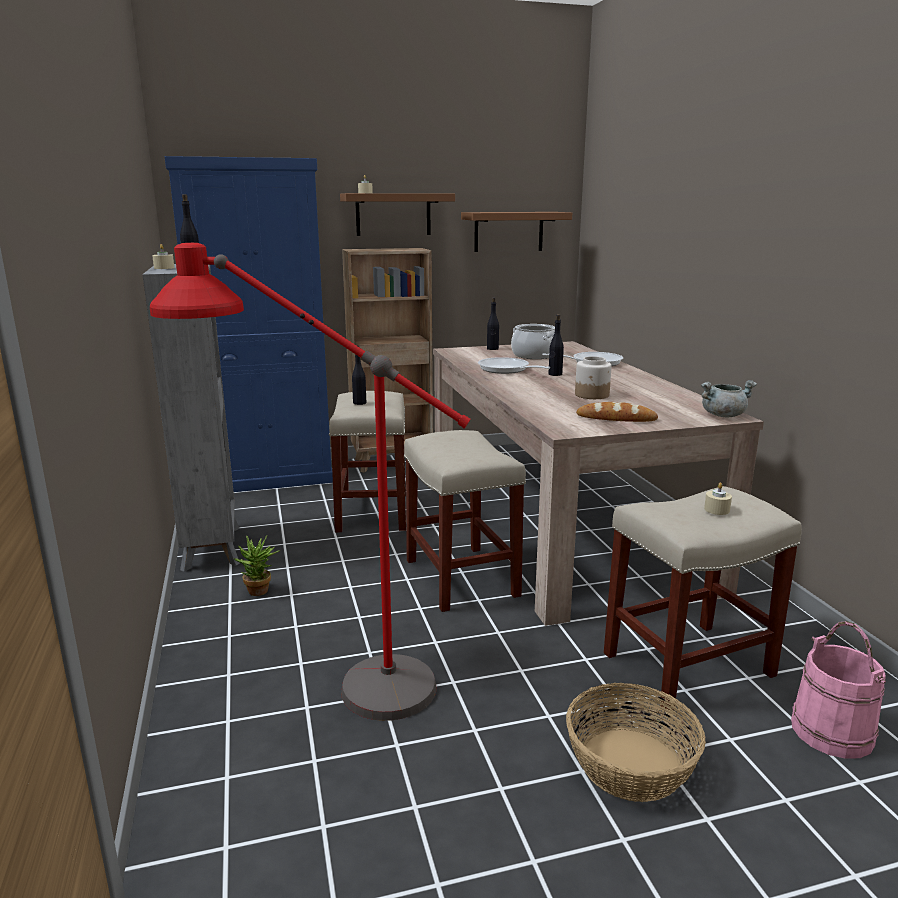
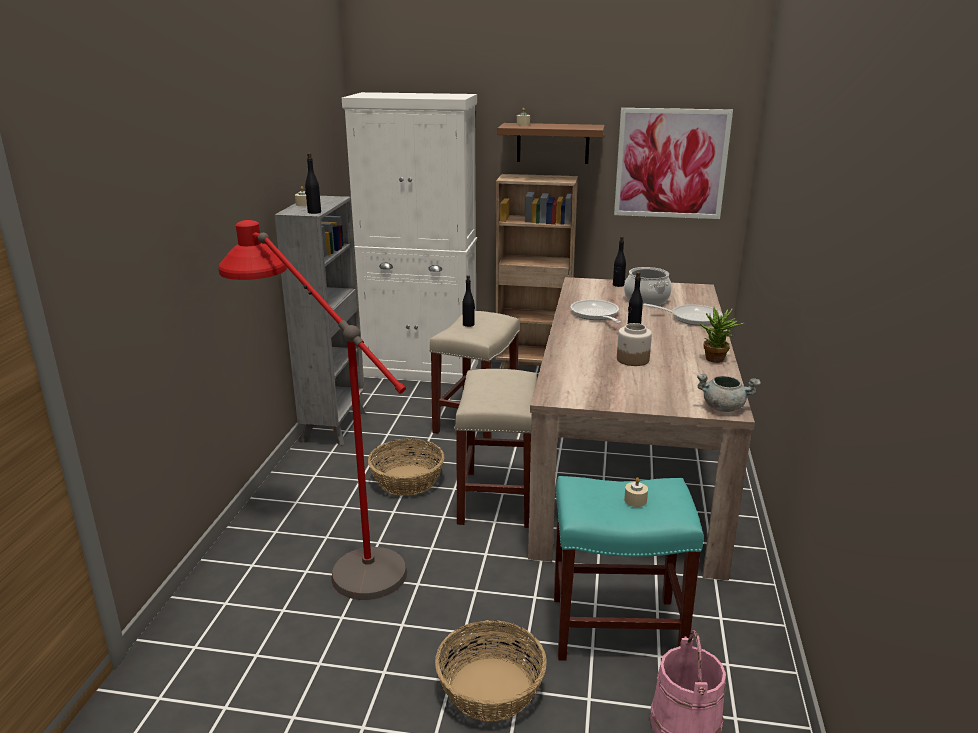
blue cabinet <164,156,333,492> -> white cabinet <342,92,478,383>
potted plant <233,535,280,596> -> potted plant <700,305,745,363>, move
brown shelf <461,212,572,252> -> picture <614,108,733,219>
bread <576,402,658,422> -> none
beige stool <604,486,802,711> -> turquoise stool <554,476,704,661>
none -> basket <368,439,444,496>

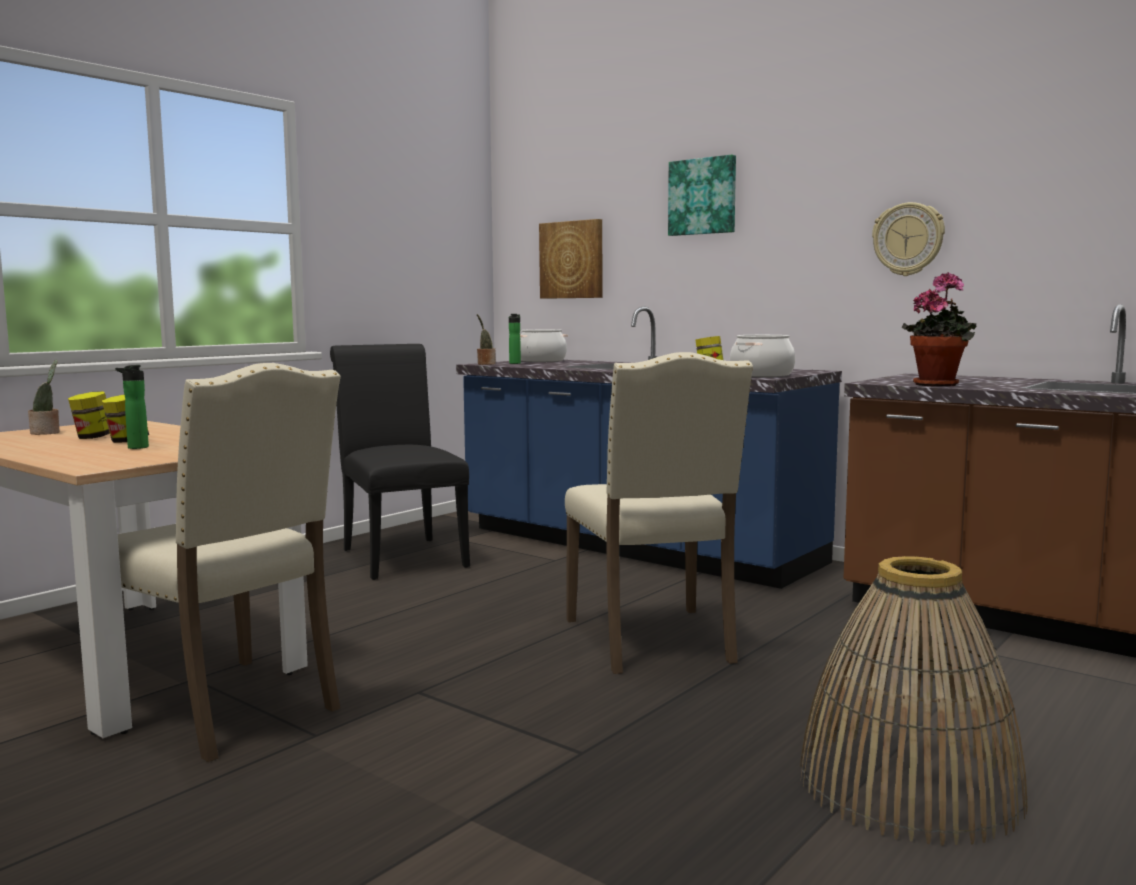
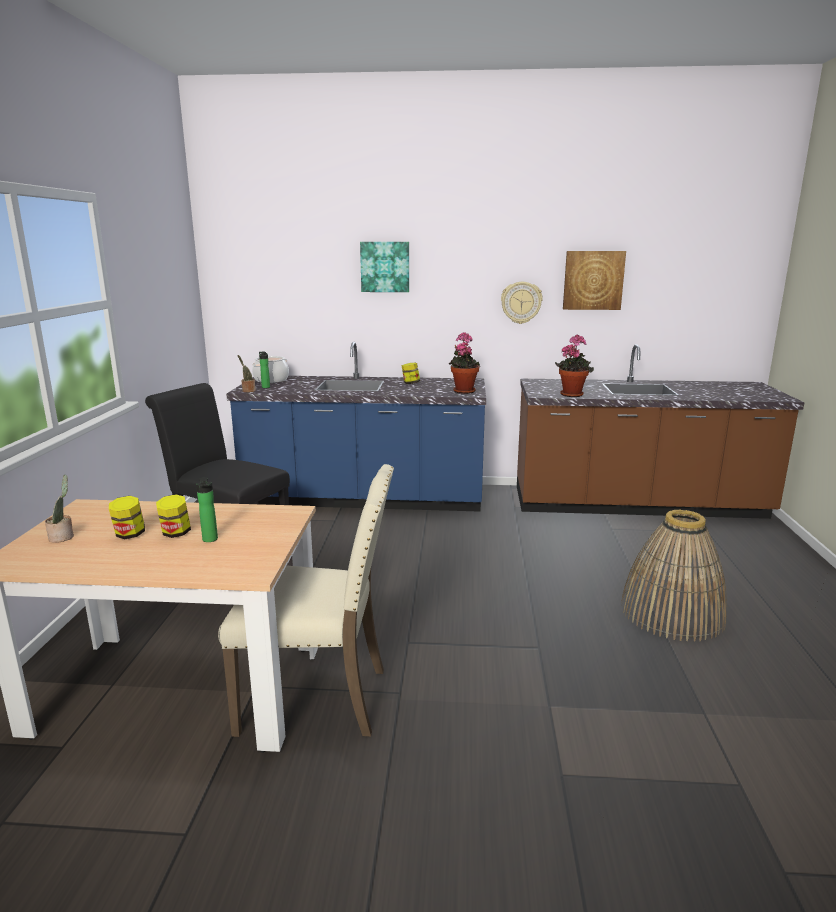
picture <539,219,603,299> -> picture <563,251,626,310>, move
beige chair <565,352,753,674> -> none
cooking pot <730,335,795,377> -> potted plant <449,332,480,394>

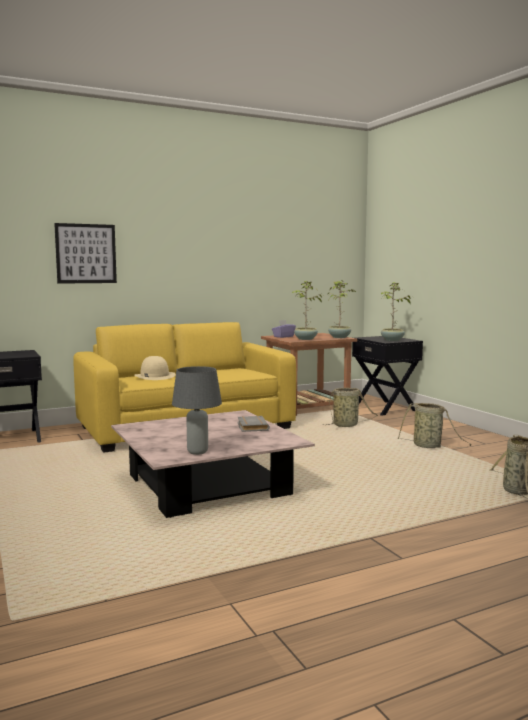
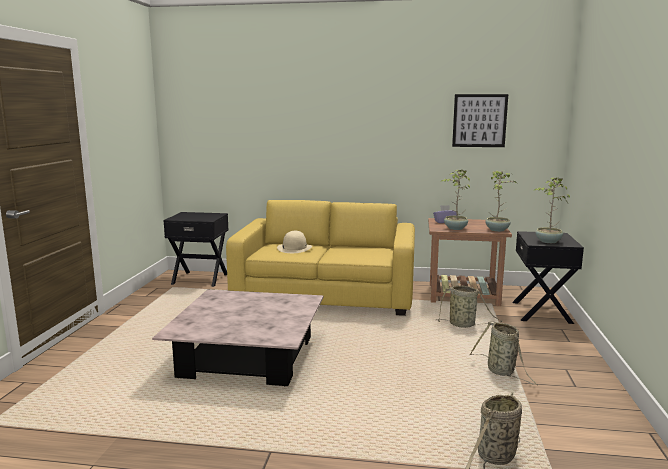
picture <54,223,117,284> -> picture <452,94,508,147>, move
grey table lamp <172,366,222,455> -> none
grey book <238,416,270,432> -> none

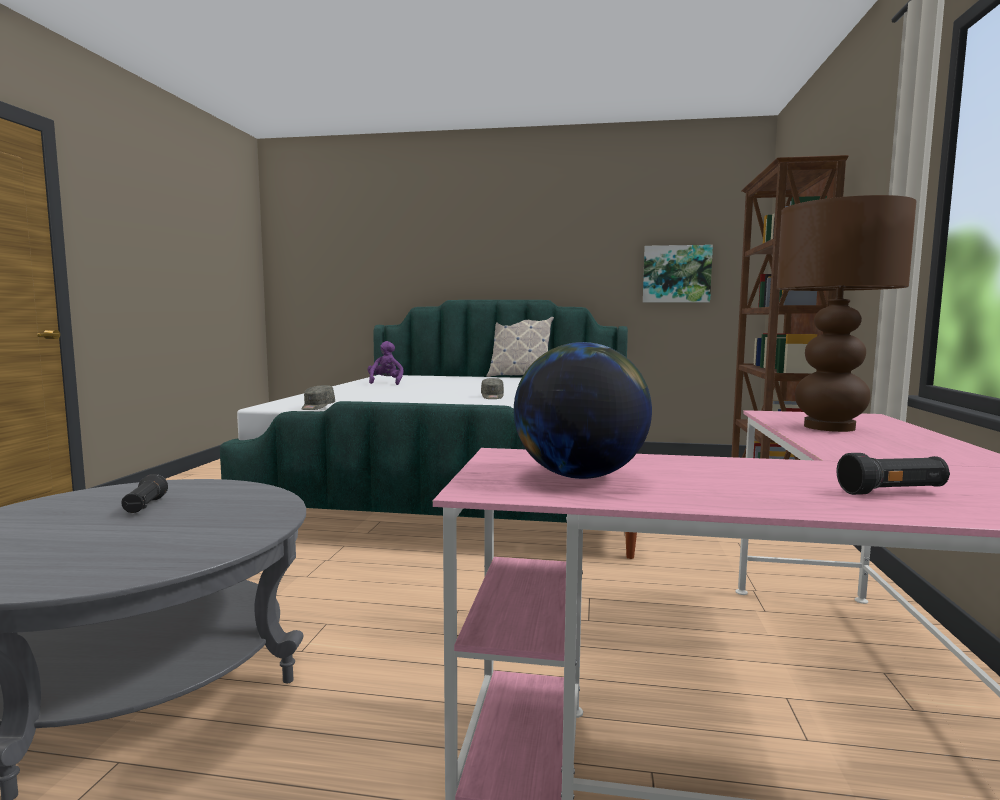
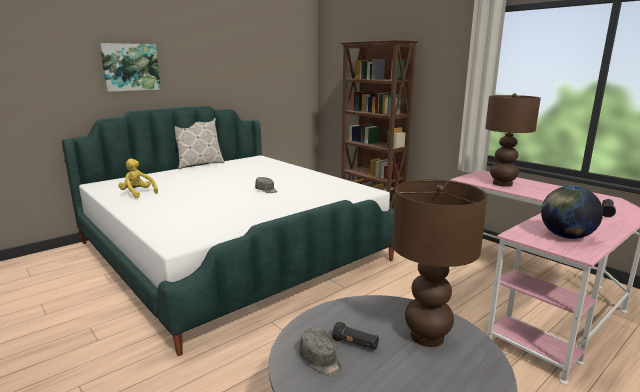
grey cap <301,385,335,410> -> grey cap <299,328,341,376>, move
purple plush toy <367,341,403,385> -> yellow plush toy <118,159,158,198>
picture <643,245,713,302> -> picture <100,43,161,92>, move
none -> brown table lamp <392,180,488,347>

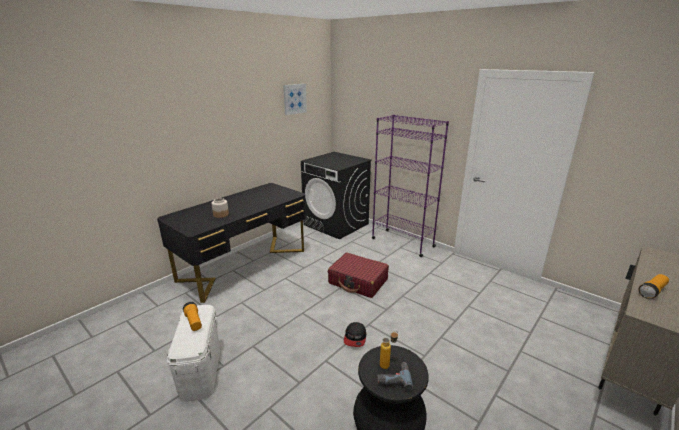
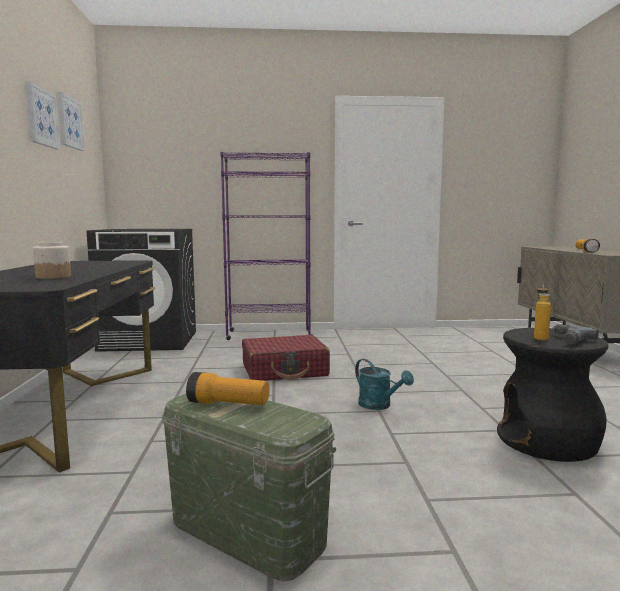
white storage box <167,305,220,402> -> green storage box <162,394,336,581>
cap <344,322,366,347> -> turquoise watering can <355,359,414,410>
none -> picture <26,81,60,150>

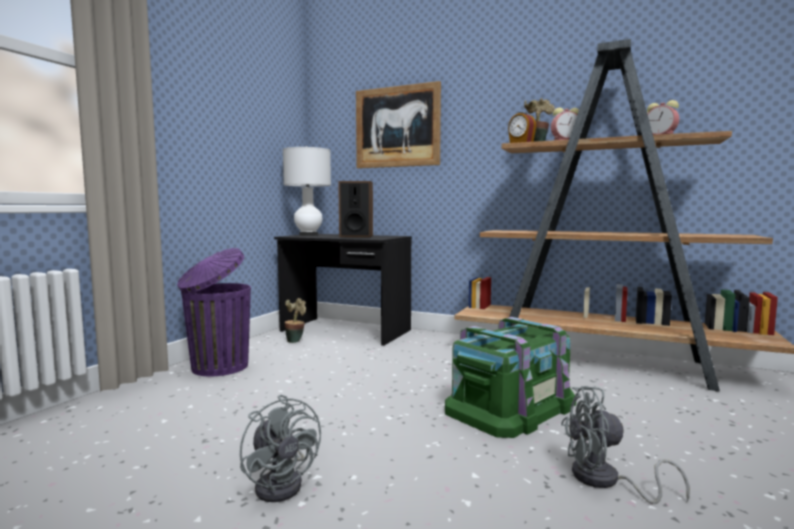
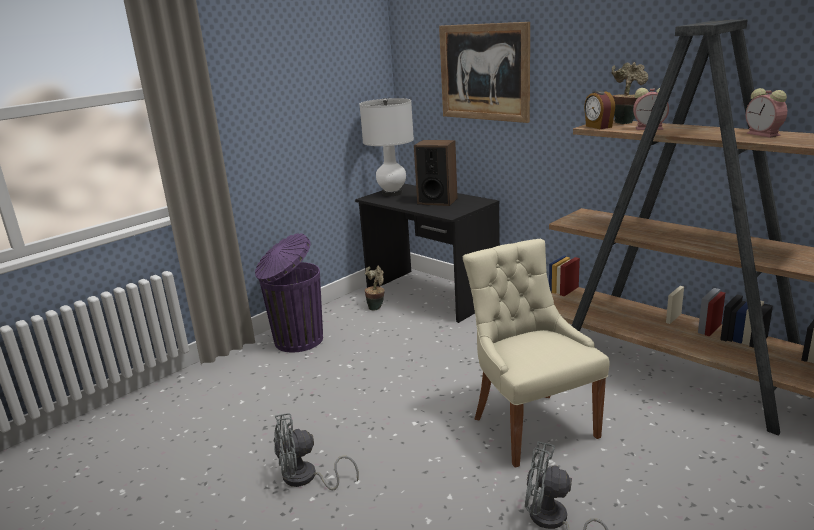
grey fan <240,395,321,502> -> grey fan <274,413,359,490>, 90 degrees clockwise
green storage box <445,317,576,438> -> beige chair <463,239,610,468>

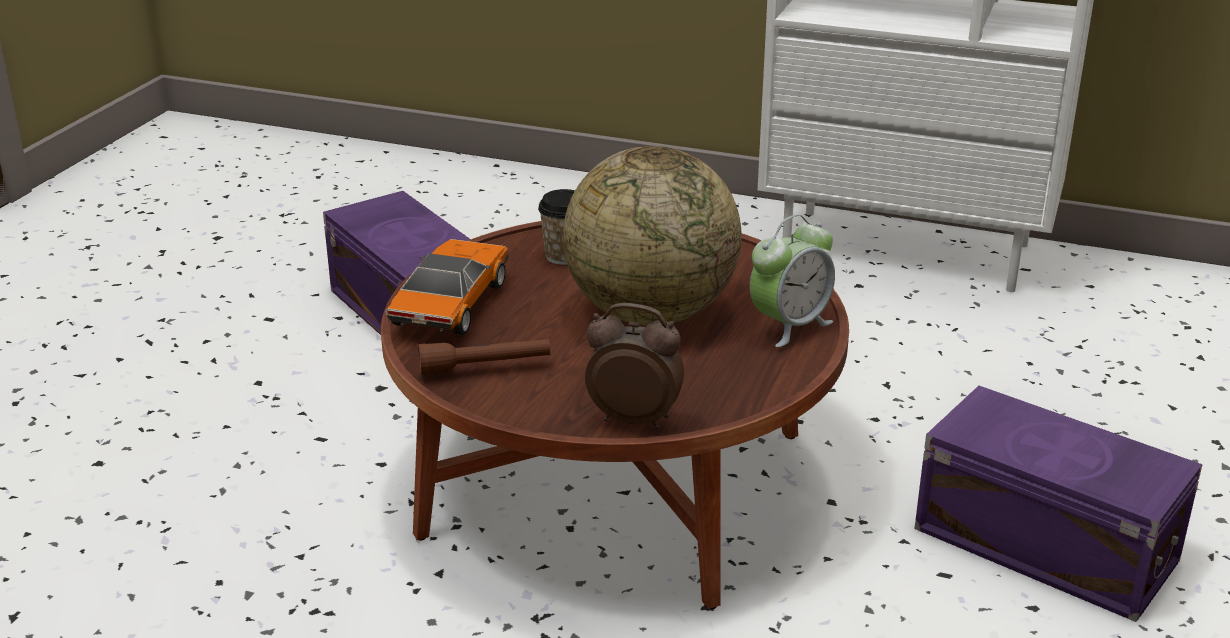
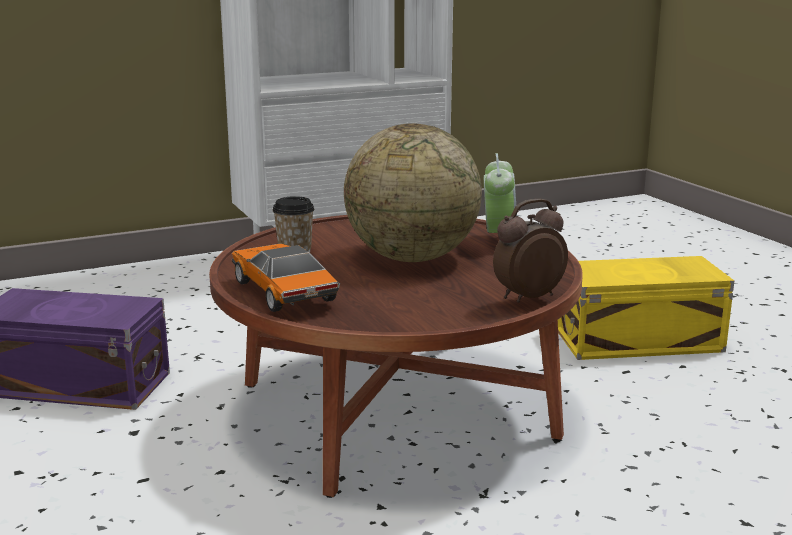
brown flashlight <418,339,550,375> -> none
purple storage box <914,386,1203,622> -> yellow storage box <558,256,734,360>

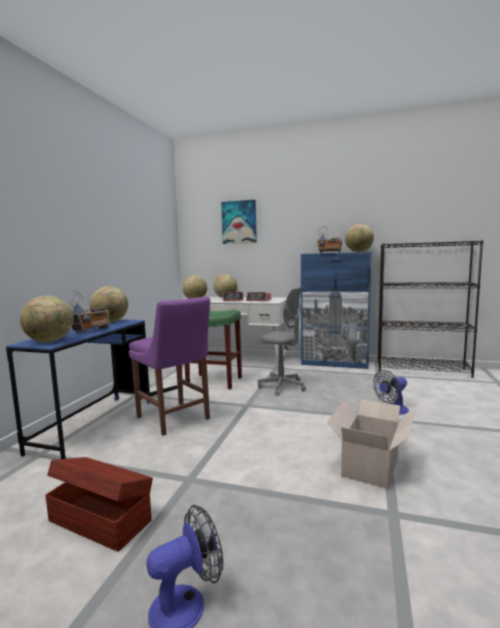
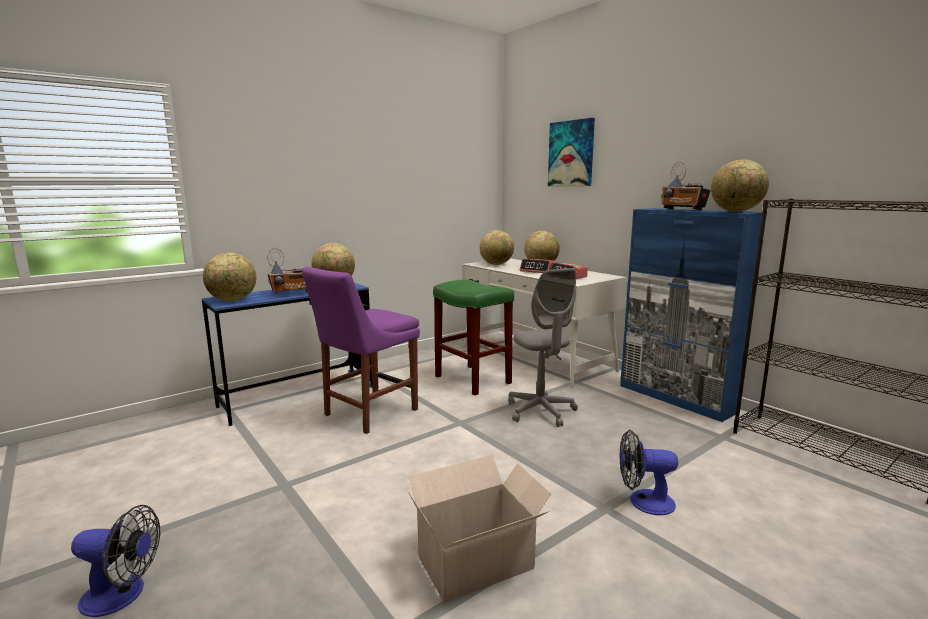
brown storage box <45,457,153,552> -> none
purple chair <129,297,210,436> -> purple chair <302,267,420,434>, 45 degrees clockwise

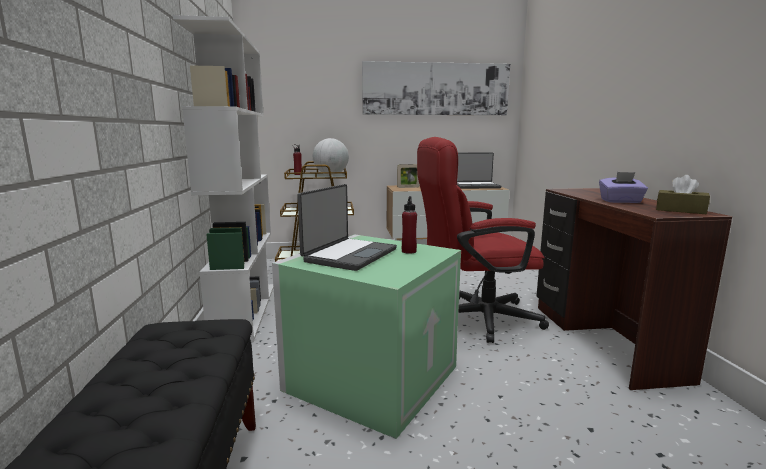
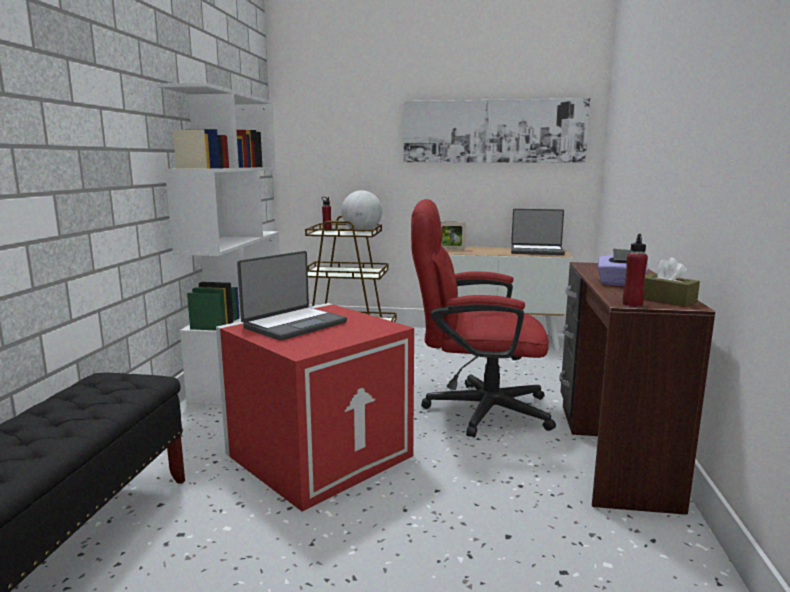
green storage box <272,234,461,439> -> red storage box <216,303,414,511>
red bottle <402,196,417,254> -> red bottle <623,234,648,307>, move

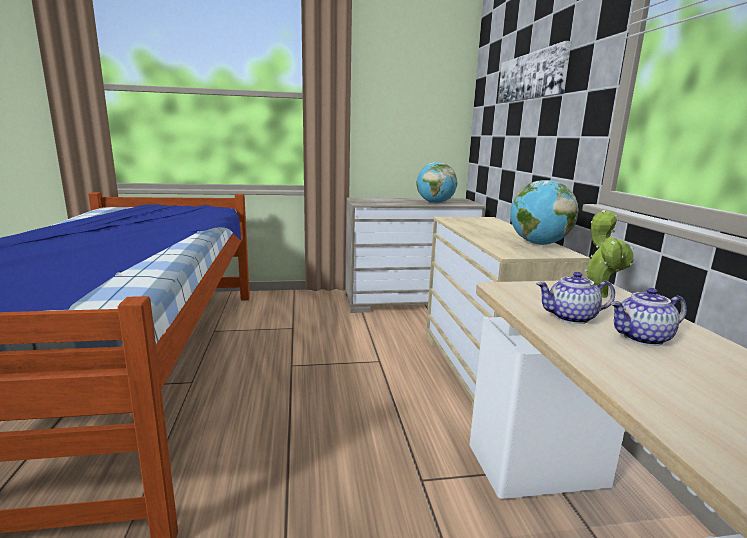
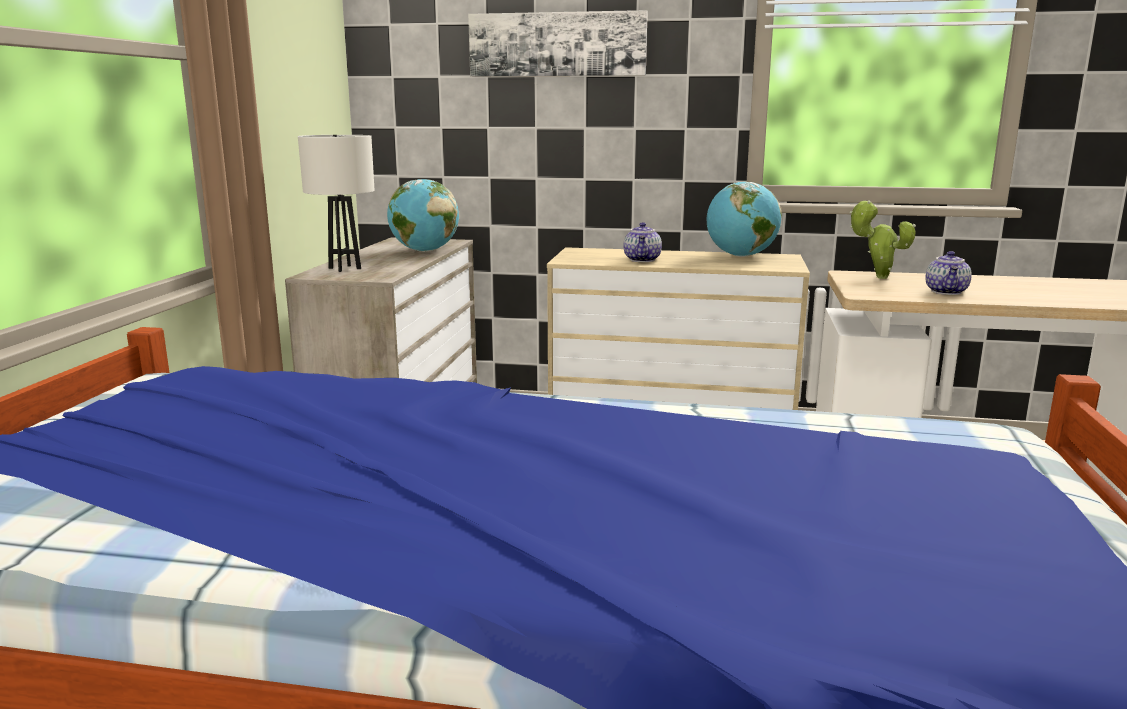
teapot <610,288,687,346> -> teapot <624,222,662,262>, move
none -> white table lamp <298,135,374,272>

